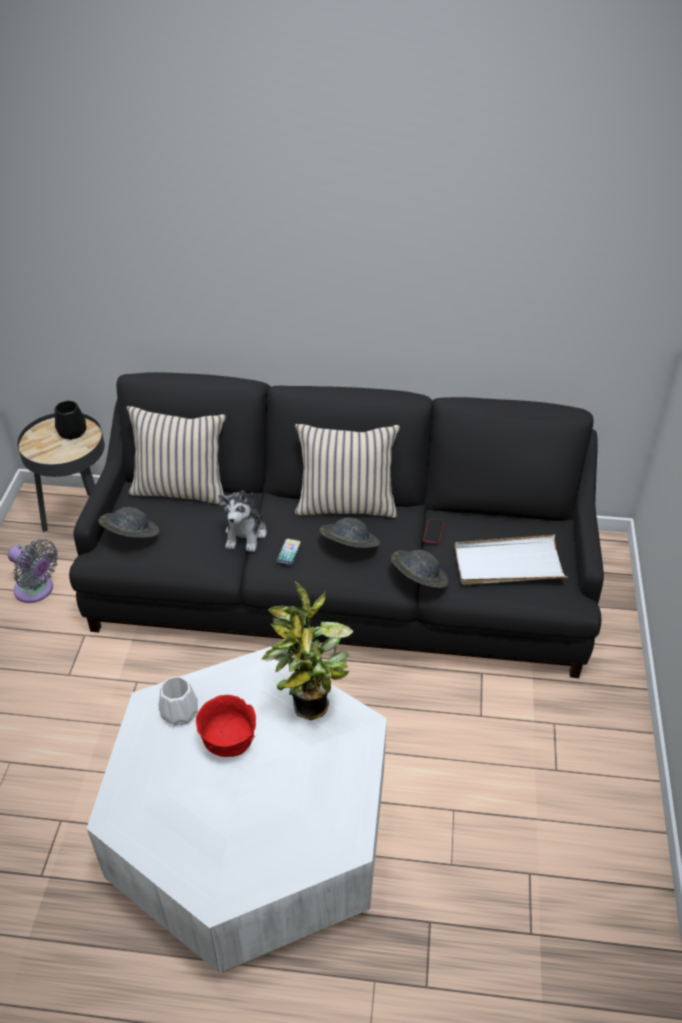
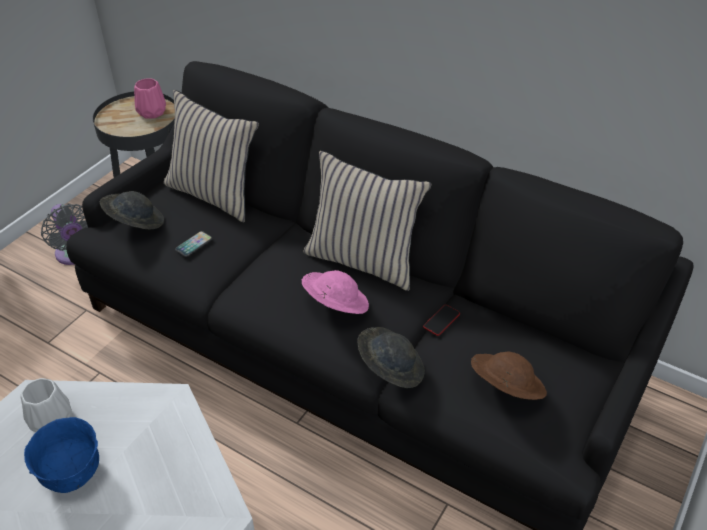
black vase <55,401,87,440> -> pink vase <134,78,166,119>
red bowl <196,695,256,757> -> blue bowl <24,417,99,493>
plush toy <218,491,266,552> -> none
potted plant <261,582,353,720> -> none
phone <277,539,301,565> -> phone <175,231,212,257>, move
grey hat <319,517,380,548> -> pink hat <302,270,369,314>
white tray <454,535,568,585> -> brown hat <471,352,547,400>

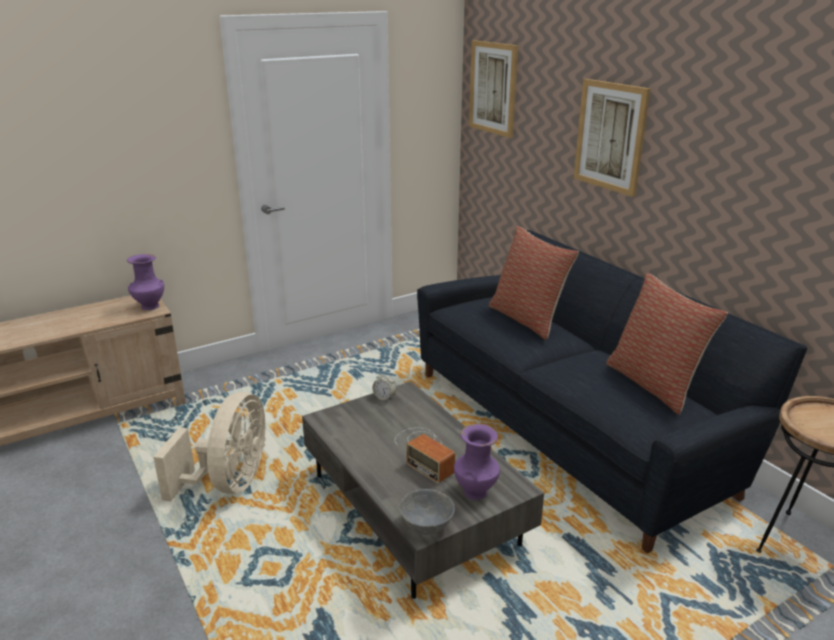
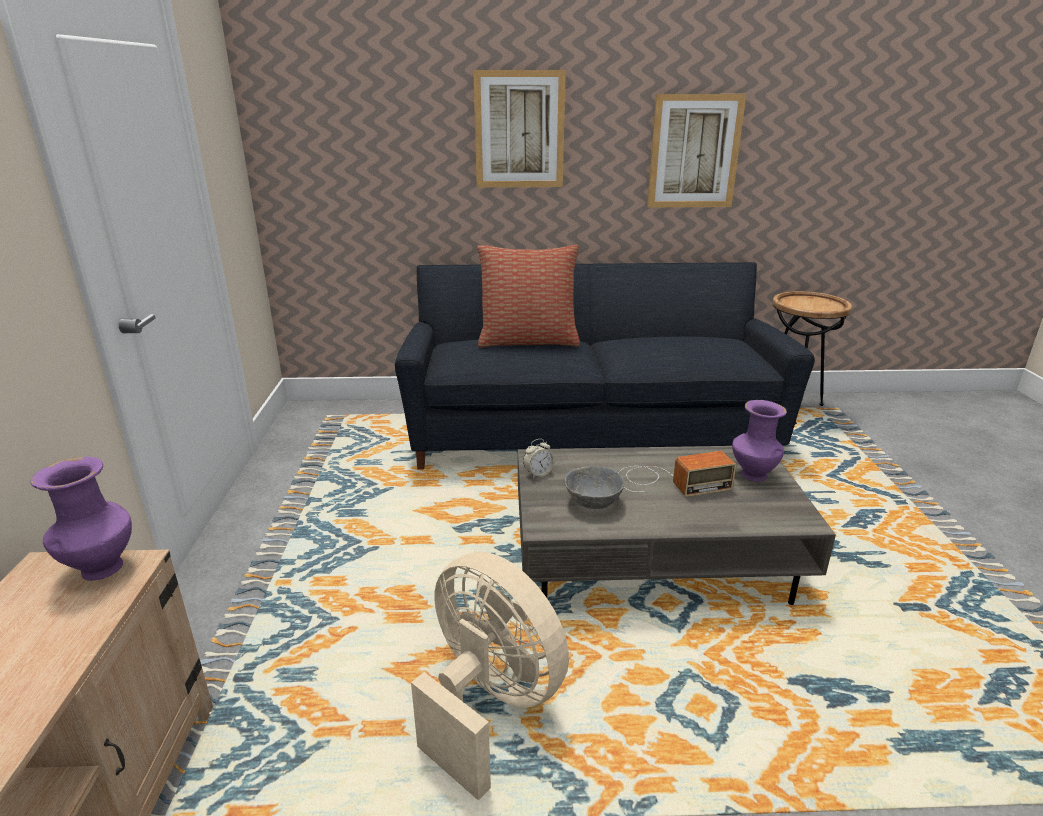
grey bowl <399,489,455,535> -> grey bowl <565,466,624,509>, move
picture <469,40,518,138> -> picture <647,94,746,207>, move
pillow <606,273,728,414> -> none

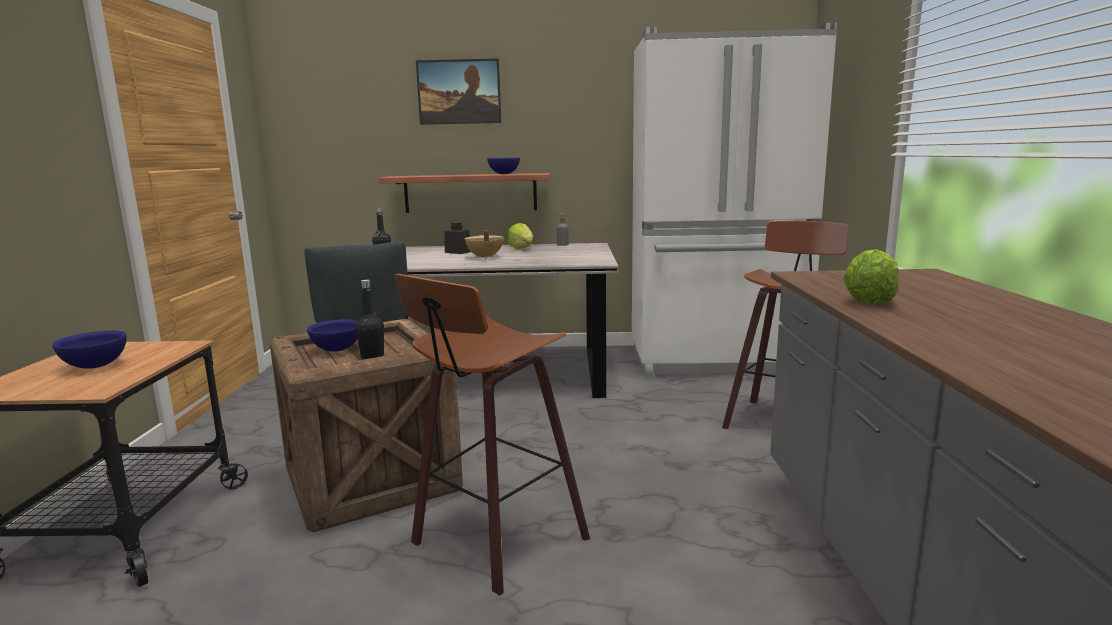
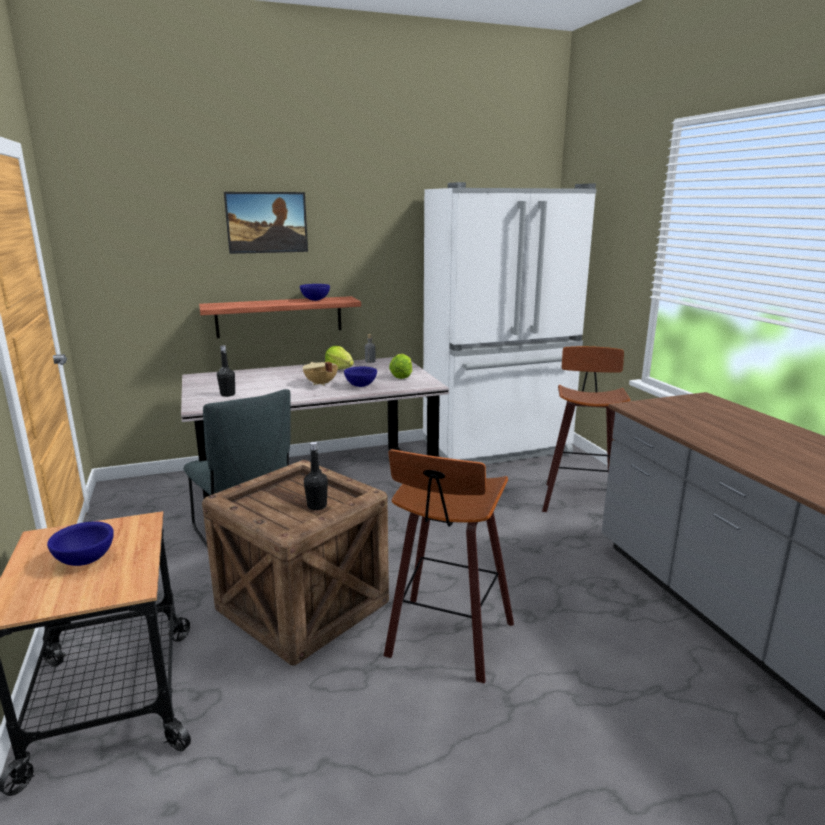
blue bowl <307,319,358,352> -> blue bowl <344,367,377,387>, move
black jar <444,222,471,254> -> none
lettuce <843,249,899,304> -> lettuce <389,354,412,379>, move

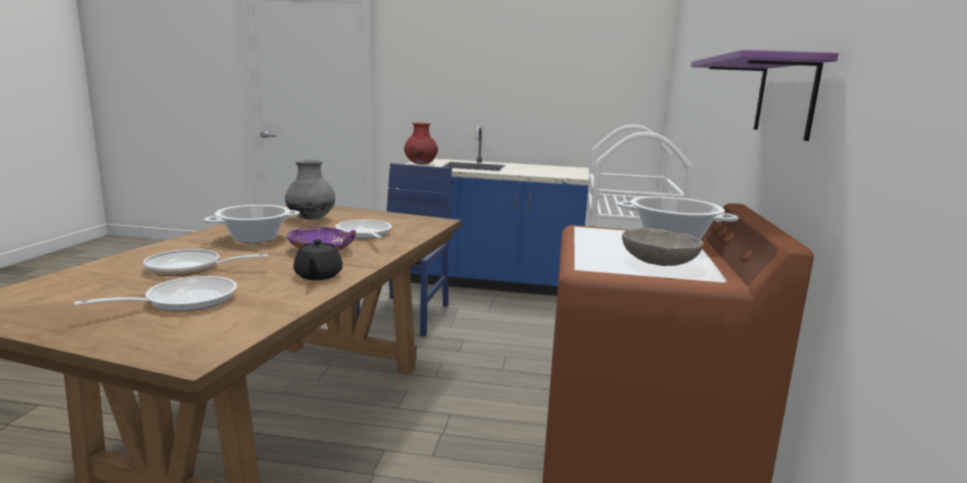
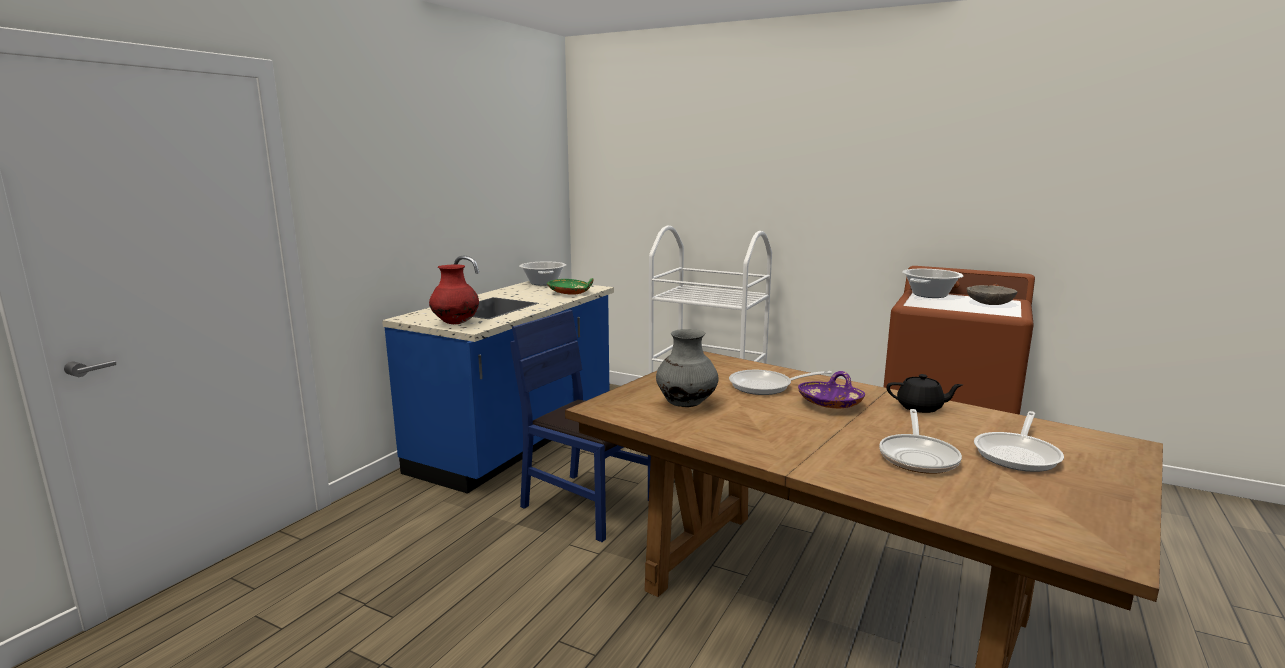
frying pan <73,276,237,312> -> frying pan <974,411,1064,472>, 120 degrees counterclockwise
cooking pot <204,205,300,243> -> cooking pot <519,262,566,286>, move
purple shelf <691,50,838,141> -> none
none -> green bowl <547,278,593,295>

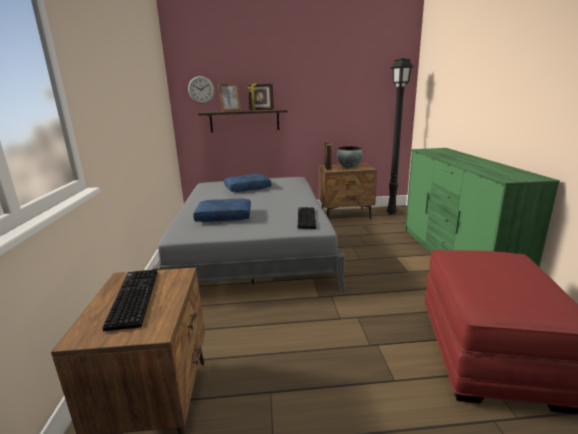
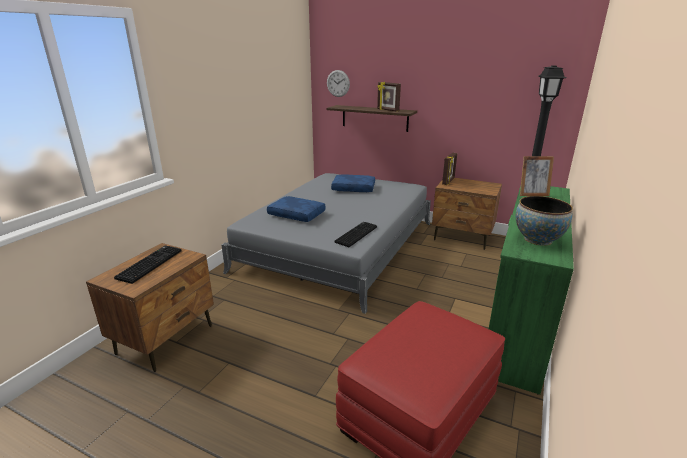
picture frame <218,83,241,112> -> picture frame <520,156,554,196>, move
bowl <337,146,363,169> -> bowl <516,196,573,246>, move

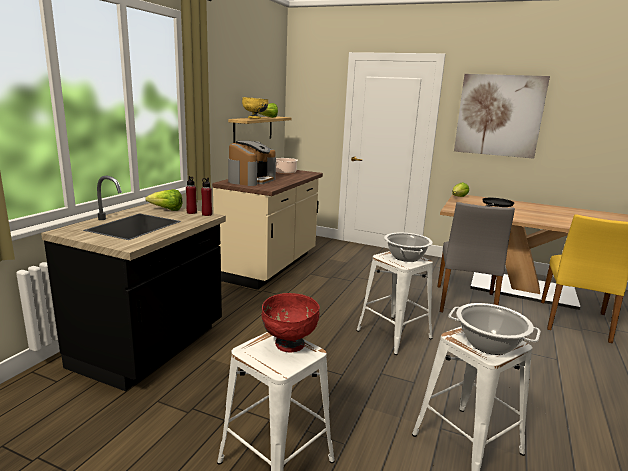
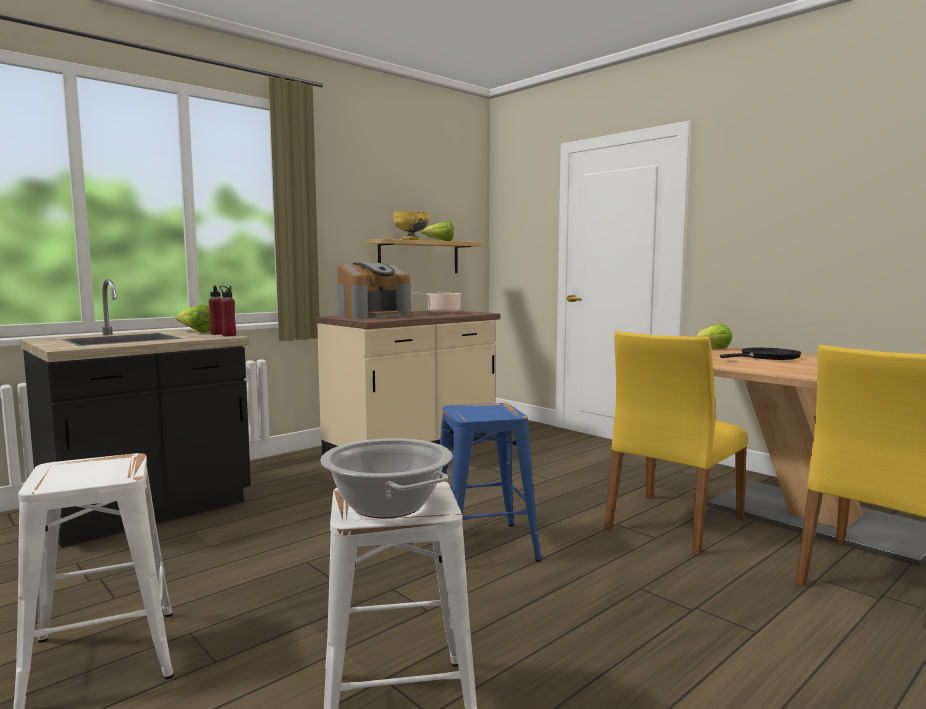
red bowl <262,293,320,353> -> none
white stool <357,251,433,355> -> blue stool <440,403,542,562>
cooking pot <384,232,433,262> -> none
grey chair <437,202,515,312> -> yellow chair <604,331,747,556>
picture <454,74,550,159> -> none

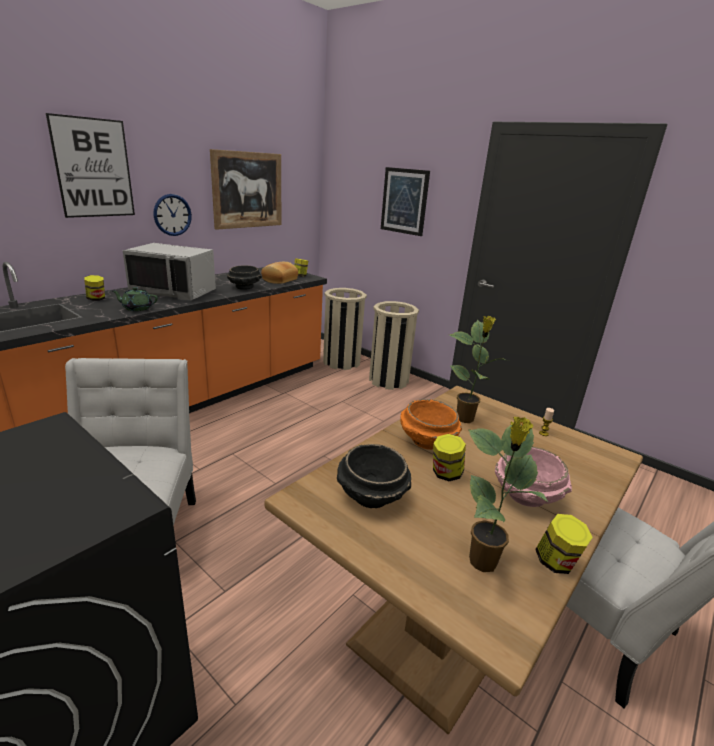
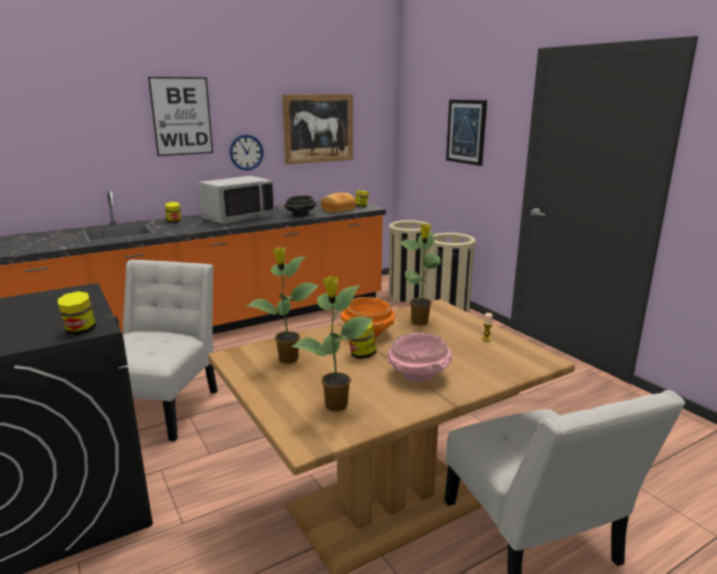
green teapot <111,287,158,311> -> none
grey microwave <123,243,216,300> -> grey microwave <198,176,275,224>, 75 degrees counterclockwise
black bowl <337,444,411,508> -> potted plant <246,247,319,364>
jar <535,514,593,574> -> jar <58,291,96,335>, move

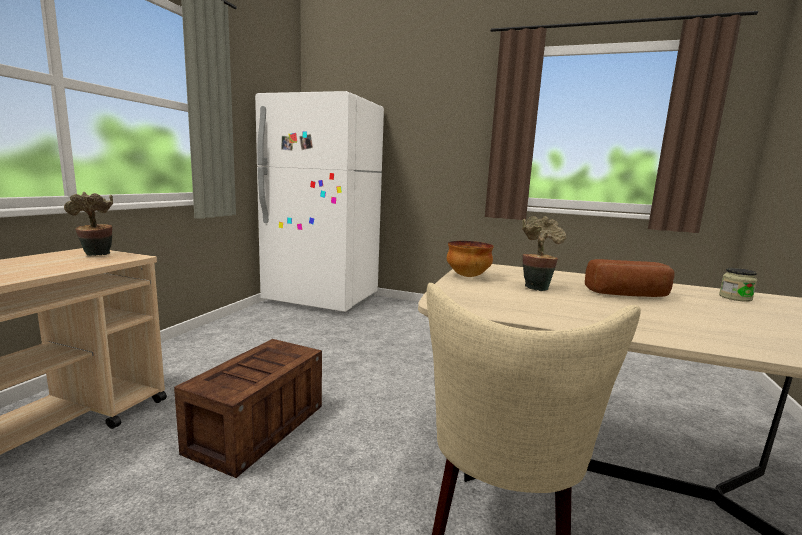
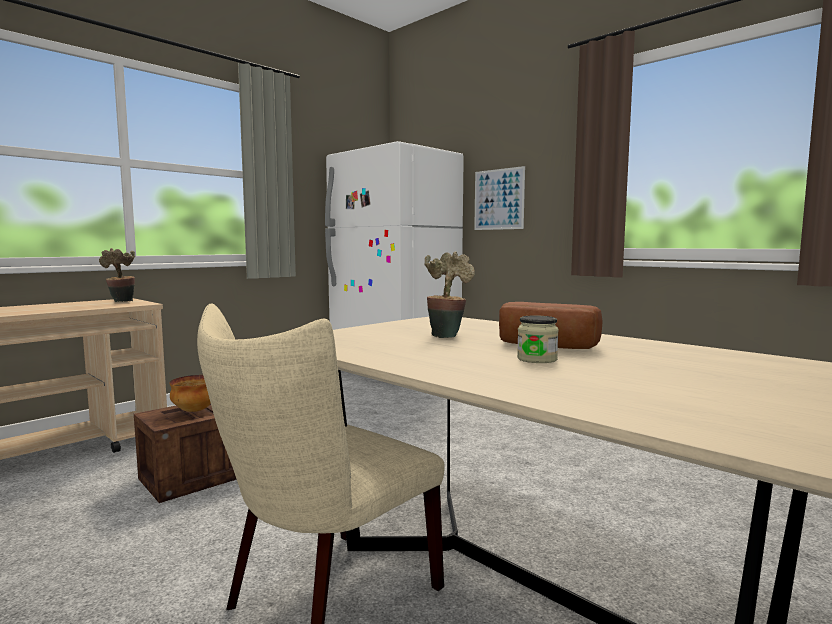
bowl <447,241,494,277> -> bowl <170,375,211,412>, move
jar <719,268,757,302> -> jar <517,316,559,363>, move
none -> picture <474,166,525,230>

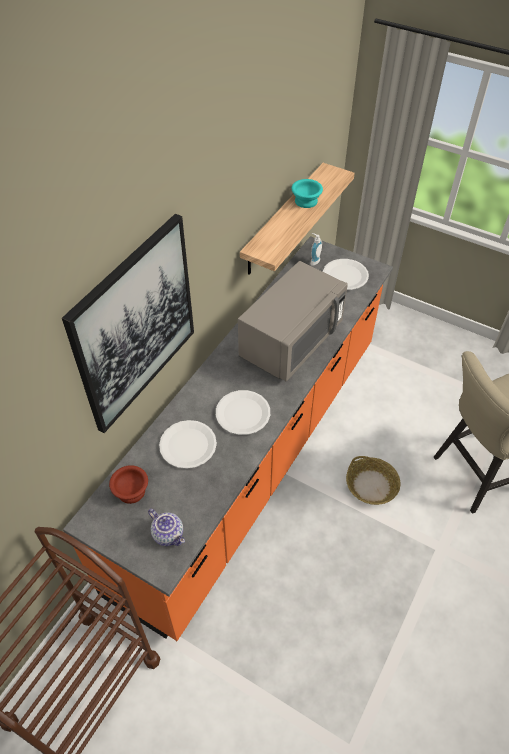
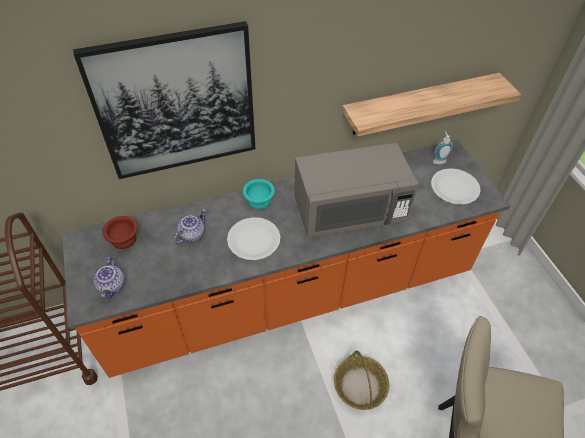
white plate <159,420,217,469> -> teapot <174,209,206,244>
turquoise bowl <292,179,323,208> -> turquoise bowl <243,179,275,210>, move

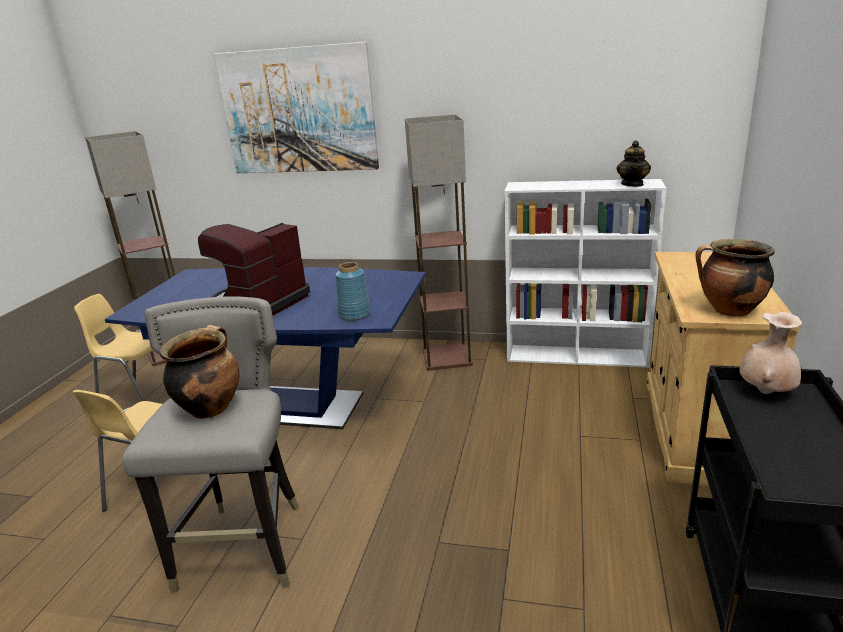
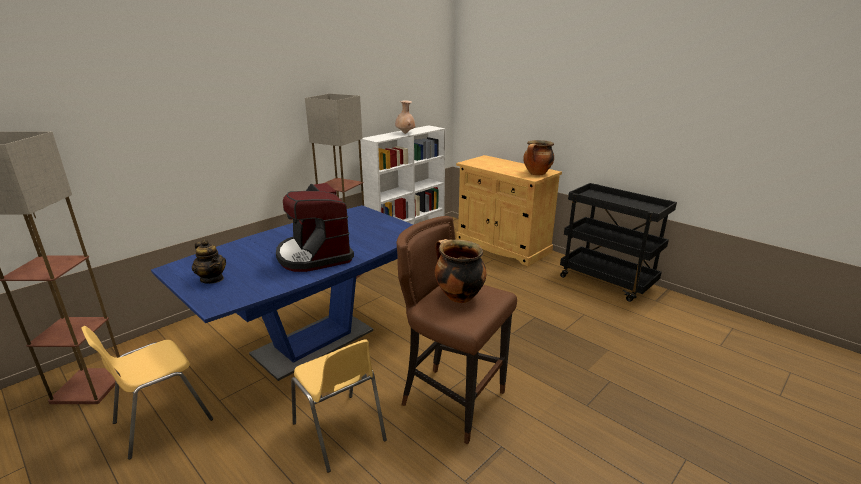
grey stool <122,296,299,593> -> brown stool <396,216,517,444>
picture <214,42,379,173> -> none
blue vase <335,262,371,321> -> none
teapot <616,140,651,187> -> teapot <192,239,226,284>, move
beige vase <739,312,802,394> -> beige vase <395,100,415,134>, move

